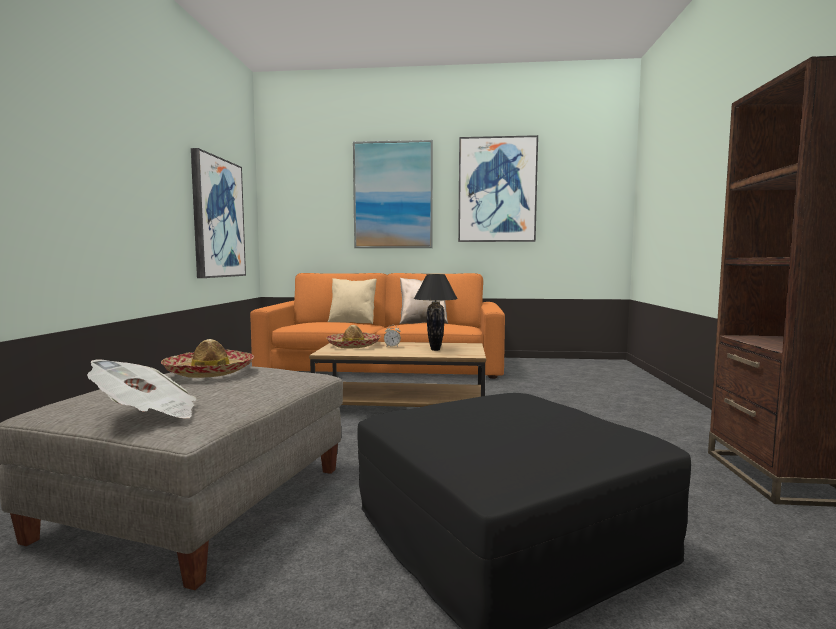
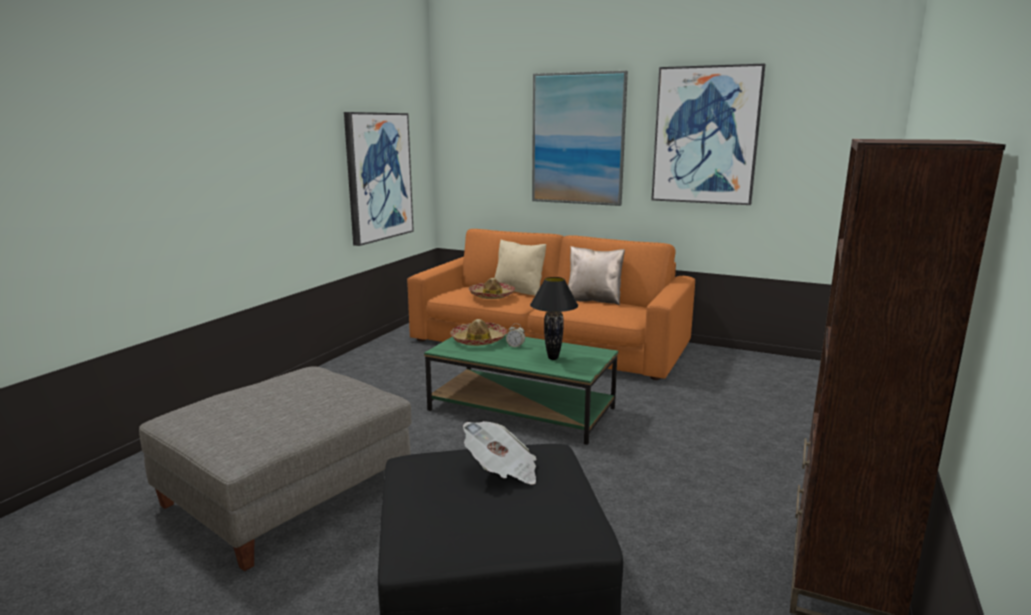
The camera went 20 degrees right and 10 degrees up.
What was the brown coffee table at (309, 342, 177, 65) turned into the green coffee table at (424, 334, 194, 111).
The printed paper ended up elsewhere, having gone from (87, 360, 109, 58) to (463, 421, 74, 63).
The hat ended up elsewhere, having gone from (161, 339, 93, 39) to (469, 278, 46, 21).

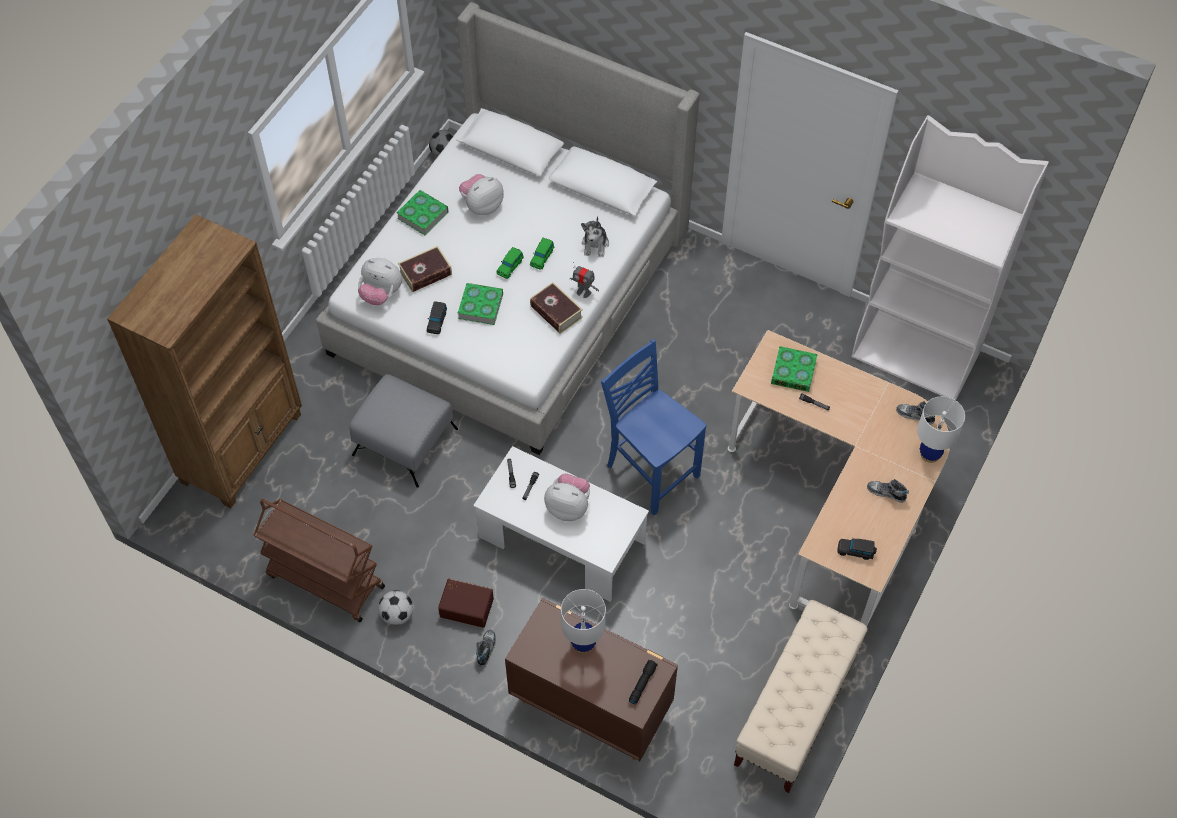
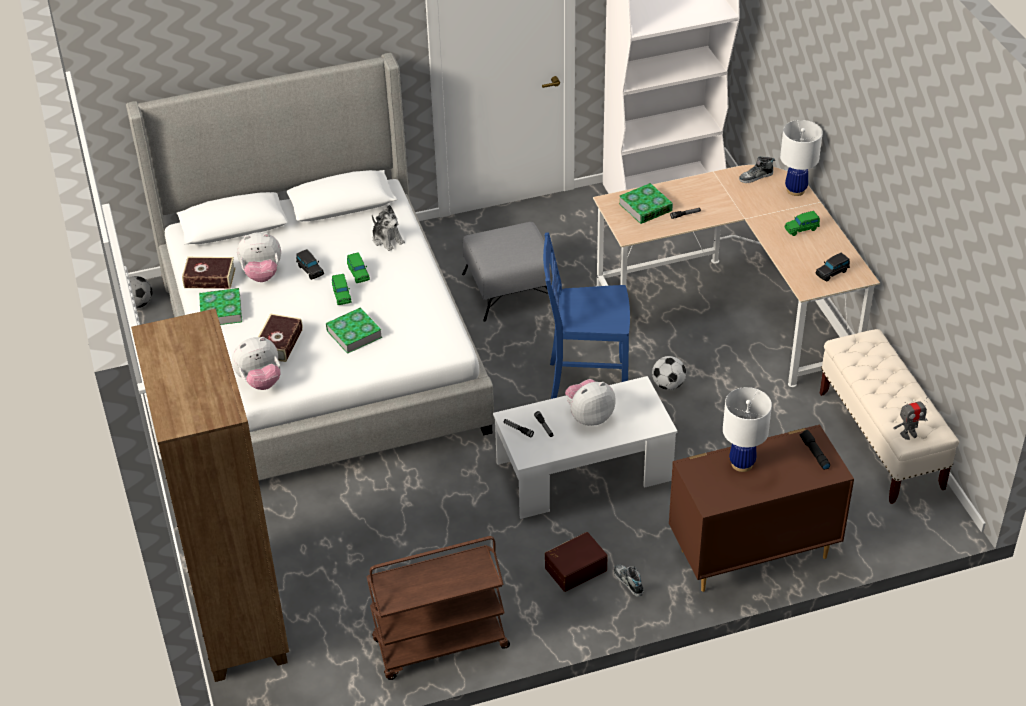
The camera went 45 degrees left and 15 degrees down.
The volume ended up elsewhere, having gone from (530, 282, 53, 52) to (182, 257, 54, 32).
The plush toy at (459, 174, 45, 41) ended up facing another way, 105 degrees counterclockwise from before.
The black-coloured miniature car ended up elsewhere, having gone from (427, 301, 20, 33) to (296, 249, 28, 31).
The gray pouffe ended up elsewhere, having gone from (349, 374, 109, 114) to (462, 222, 91, 100).
The football ended up elsewhere, having gone from (378, 590, 35, 35) to (652, 356, 34, 34).
Where the item of footwear stood at (867, 479, 42, 24), the green miniature car came to stand at (785, 211, 35, 25).
The robot figure ended up elsewhere, having gone from (570, 262, 29, 36) to (893, 397, 35, 43).

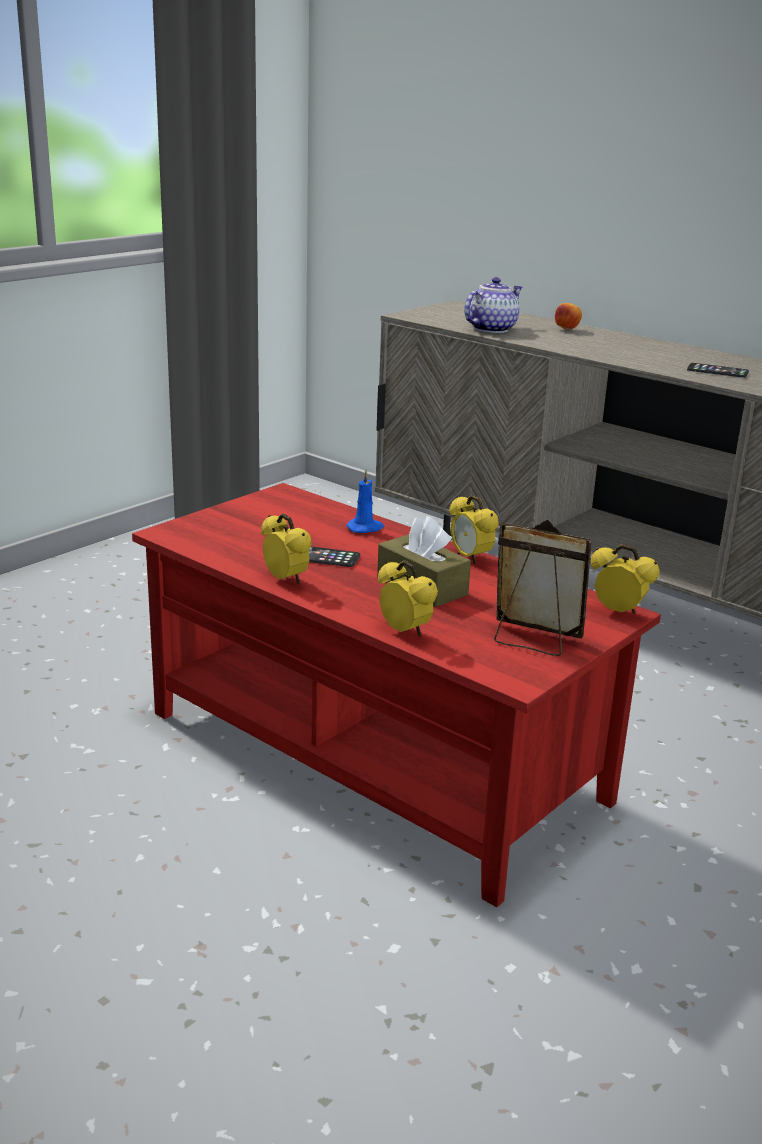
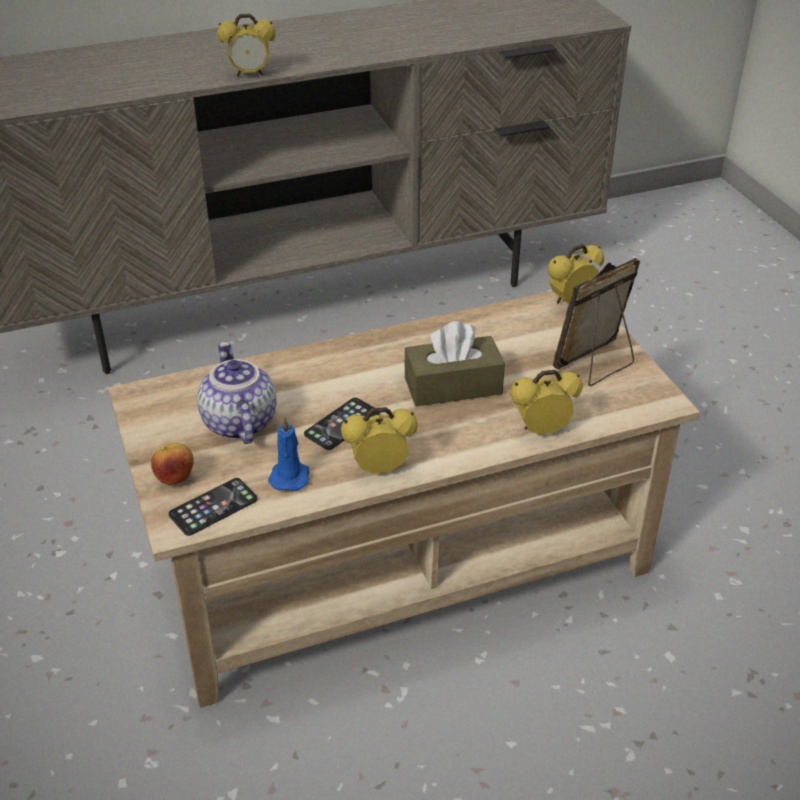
The camera went 60 degrees left and 15 degrees up.
What was the red coffee table at (132, 483, 529, 424) turned into the beige-coloured coffee table at (108, 291, 592, 417).
The whole apple ended up elsewhere, having gone from (555, 303, 27, 27) to (151, 443, 43, 42).
The phone ended up elsewhere, having gone from (687, 363, 62, 15) to (168, 478, 89, 58).
The tea pot ended up elsewhere, having gone from (464, 277, 59, 56) to (197, 341, 80, 103).
The bedside clock ended up elsewhere, having gone from (449, 495, 50, 69) to (217, 13, 59, 64).
The blue wax light ended up elsewhere, having gone from (347, 469, 37, 64) to (268, 417, 42, 74).

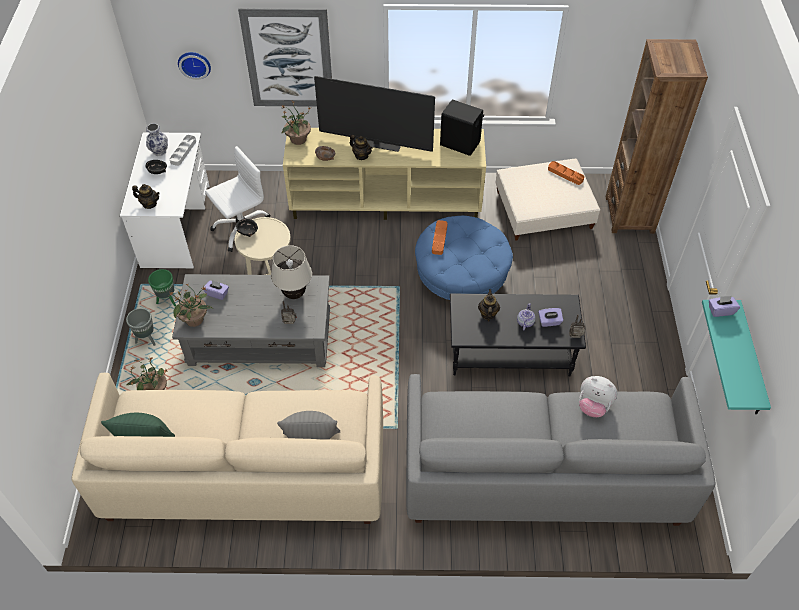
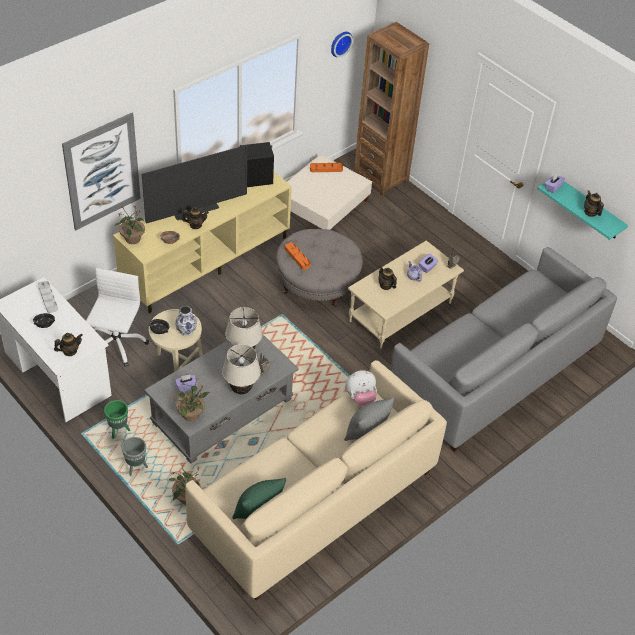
The camera went 45 degrees left and 5 degrees down.
The flower vase ended up elsewhere, having gone from (146, 123, 22, 33) to (176, 306, 20, 30).
The second view gained the beige-coloured lamp for a table at (222, 344, 39, 51).
What was the blue pouffe at (415, 215, 98, 85) turned into the gray pouffe at (276, 229, 87, 78).
The clock on the wall ended up elsewhere, having gone from (178, 52, 33, 28) to (331, 32, 22, 25).
The plush toy ended up elsewhere, having gone from (579, 376, 39, 41) to (345, 370, 32, 36).
What was the black-coloured coffee table at (450, 294, 136, 83) turned into the beige-coloured coffee table at (348, 240, 116, 109).
The second view gained the tea pot at (584, 190, 20, 27).

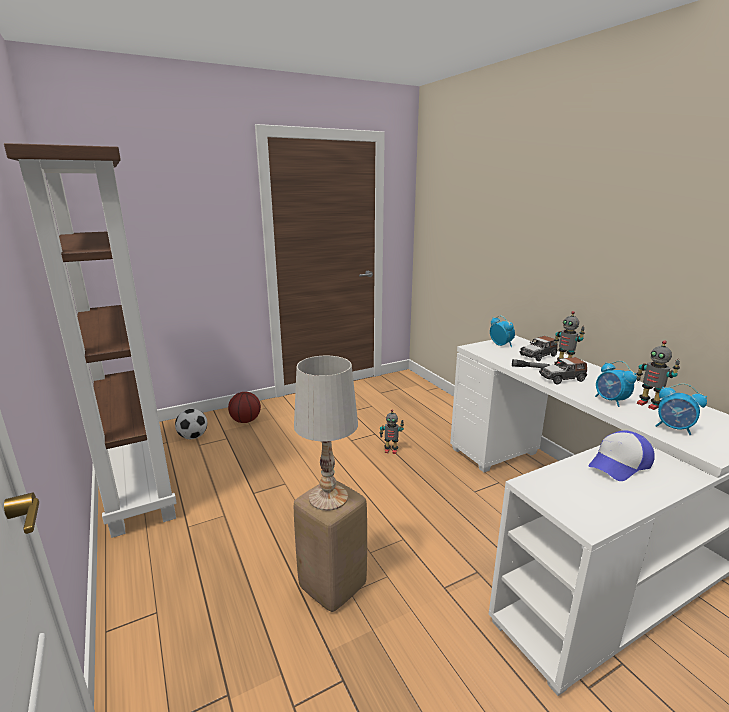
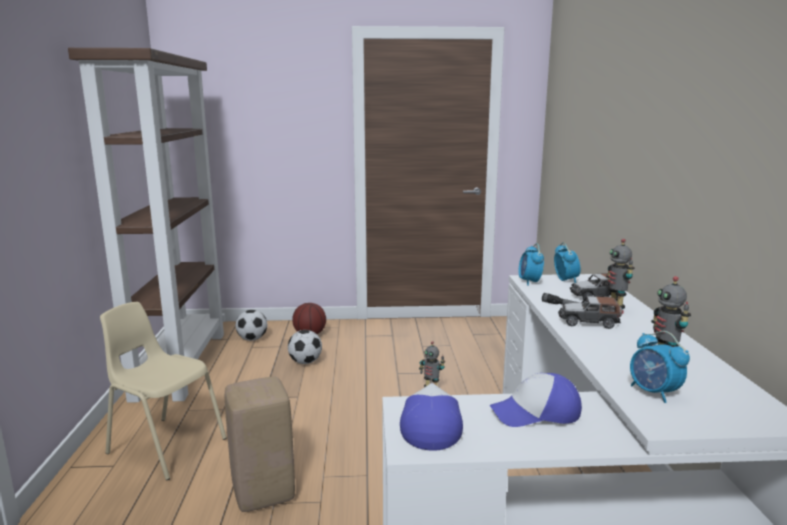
The camera went 25 degrees right and 5 degrees down.
The second view gained the beige-coloured chair at (100, 302, 127, 178).
The second view gained the football at (288, 330, 34, 34).
The second view gained the baseball cap at (400, 383, 63, 67).
The bedside clock ended up elsewhere, having gone from (595, 361, 42, 46) to (519, 243, 25, 43).
The second view lost the white-coloured lamp for a table at (294, 356, 64, 155).

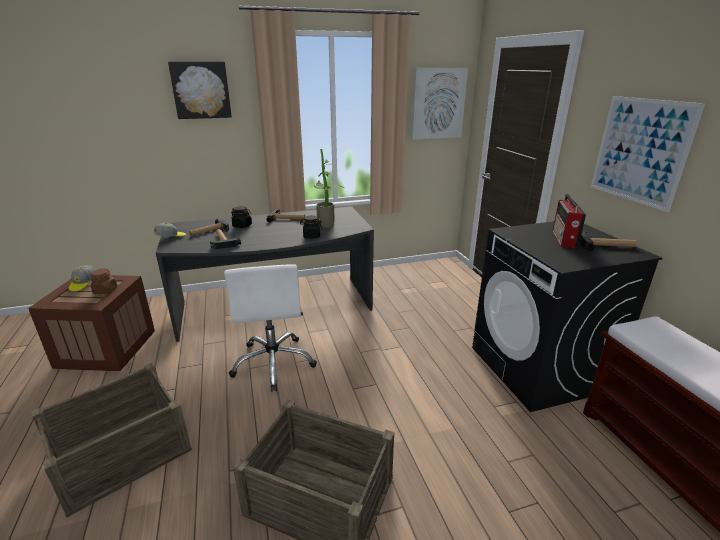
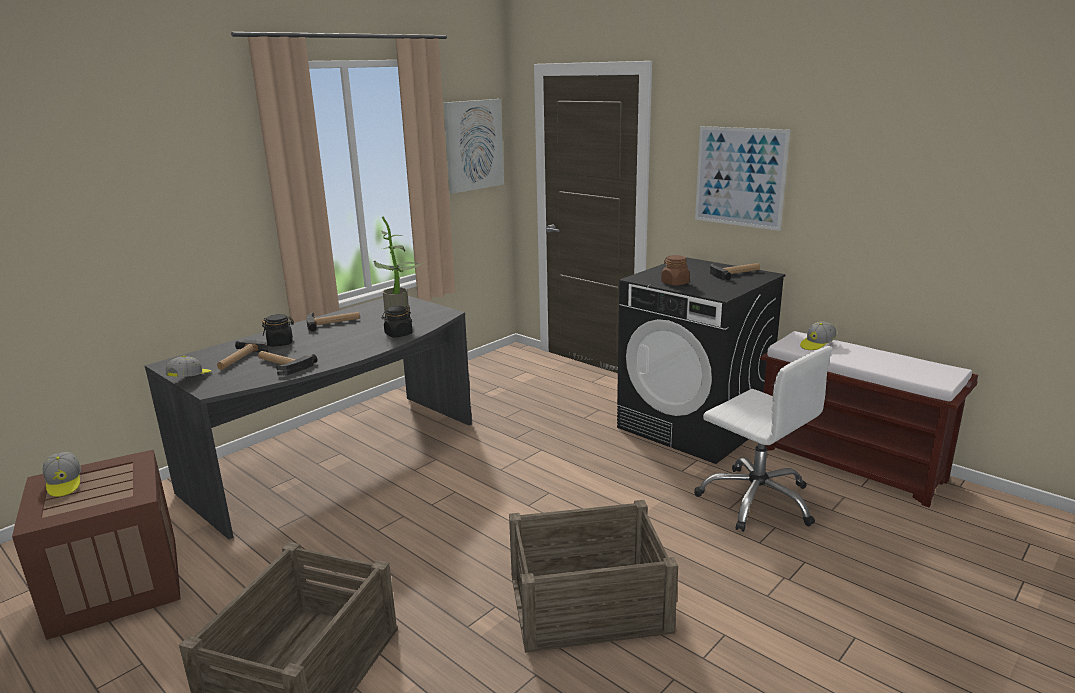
The camera went 30 degrees left and 5 degrees down.
The brown preserve jar ended up elsewhere, having gone from (91, 269, 26, 25) to (661, 255, 29, 31).
The white-coloured office chair ended up elsewhere, having gone from (224, 264, 93, 128) to (694, 346, 139, 186).
The second view gained the baseball cap at (800, 321, 37, 29).
The second view lost the picture at (168, 62, 64, 57).
The second view lost the radio set at (552, 194, 34, 54).

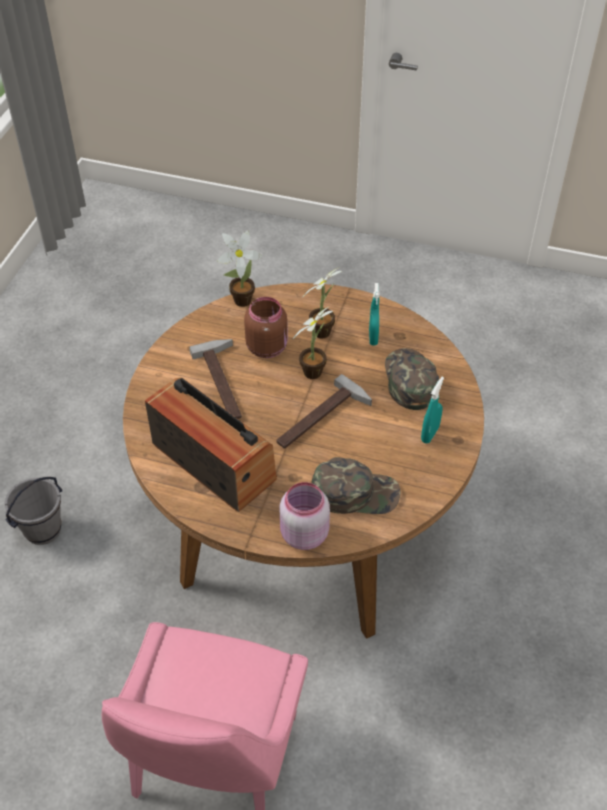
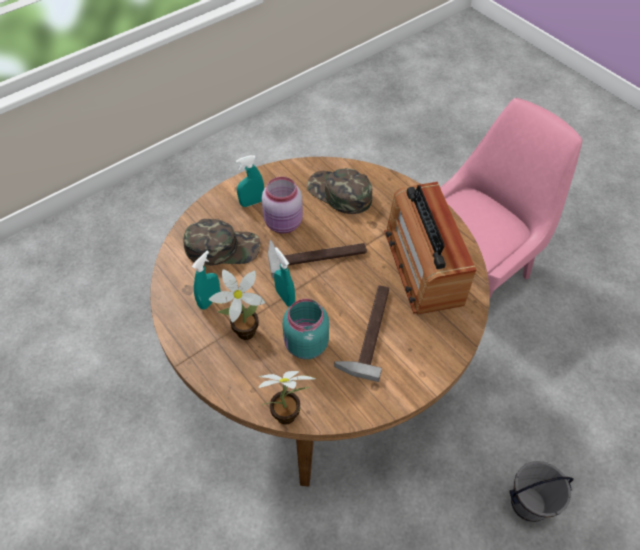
The camera went 145 degrees left and 5 degrees up.
The green baseball cap at (385, 348, 54, 62) ended up facing another way, 120 degrees counterclockwise from before.
The pinkish preserve jar ended up elsewhere, having gone from (280, 482, 50, 68) to (262, 177, 41, 57).
Where the potted plant stood at (292, 307, 41, 72), the turquoise sprayer came to stand at (274, 247, 21, 60).
What was the brown preserve jar at (244, 297, 44, 61) turned into the turquoise preserve jar at (283, 299, 46, 60).

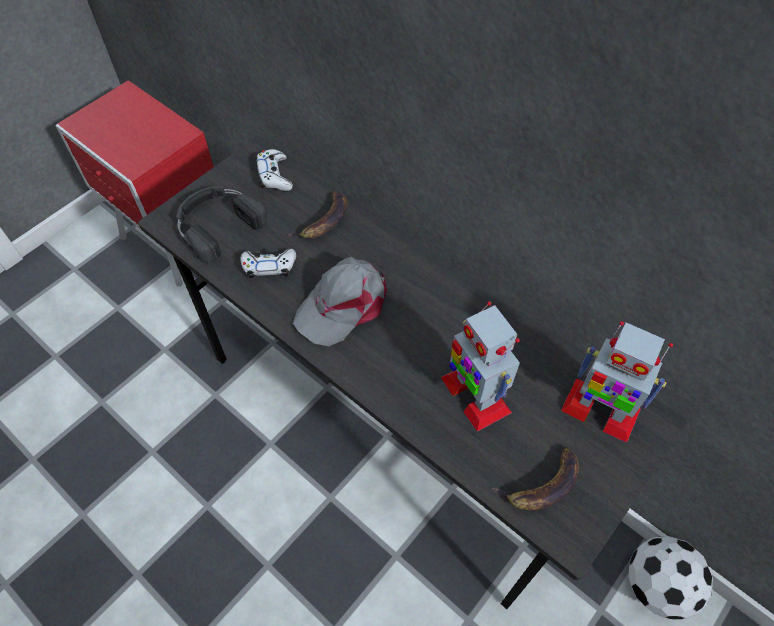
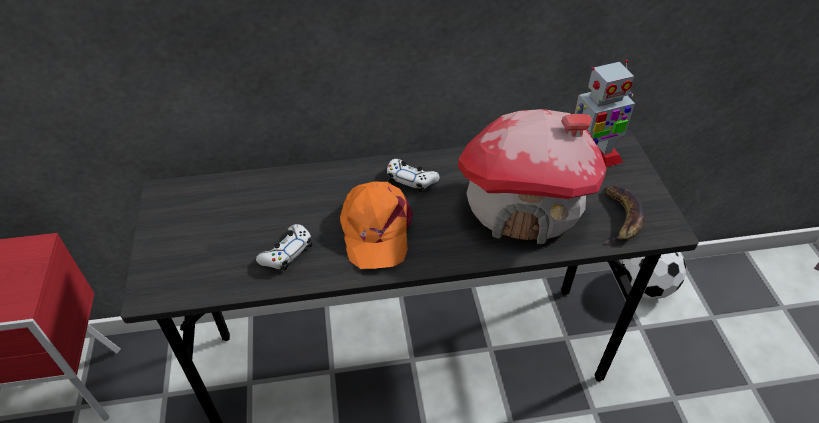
The camera went 50 degrees left and 10 degrees down.
What was the gray baseball cap at (293, 257, 94, 89) turned into the orange baseball cap at (340, 181, 73, 88).
The white-coloured game controller ended up elsewhere, having gone from (256, 149, 37, 42) to (387, 159, 53, 34).
Where the robot figure stood at (441, 301, 79, 131), the toy house came to stand at (458, 109, 148, 135).
The second view lost the black-coloured headphones at (176, 186, 91, 77).
The second view lost the banana at (287, 191, 60, 48).

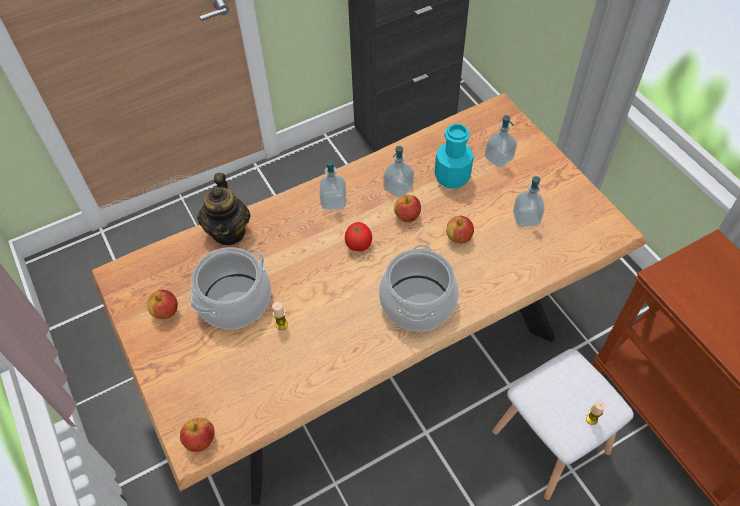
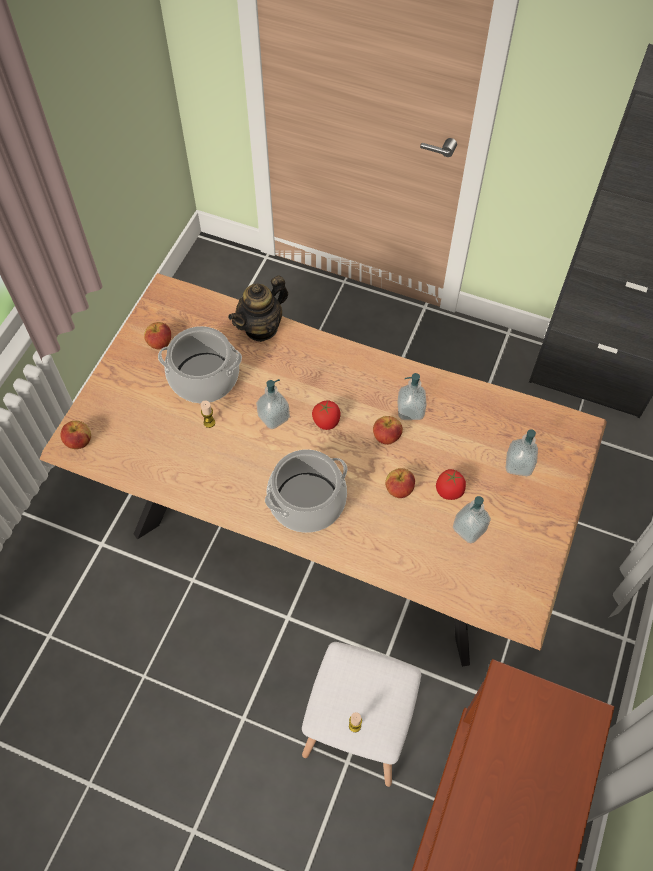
The camera went 50 degrees right and 5 degrees up.
The soap bottle ended up elsewhere, having gone from (319, 157, 27, 53) to (256, 379, 34, 50).
The second view gained the fresh tomato at (436, 469, 30, 31).
The second view lost the turquoise drink bottle at (435, 124, 39, 64).

